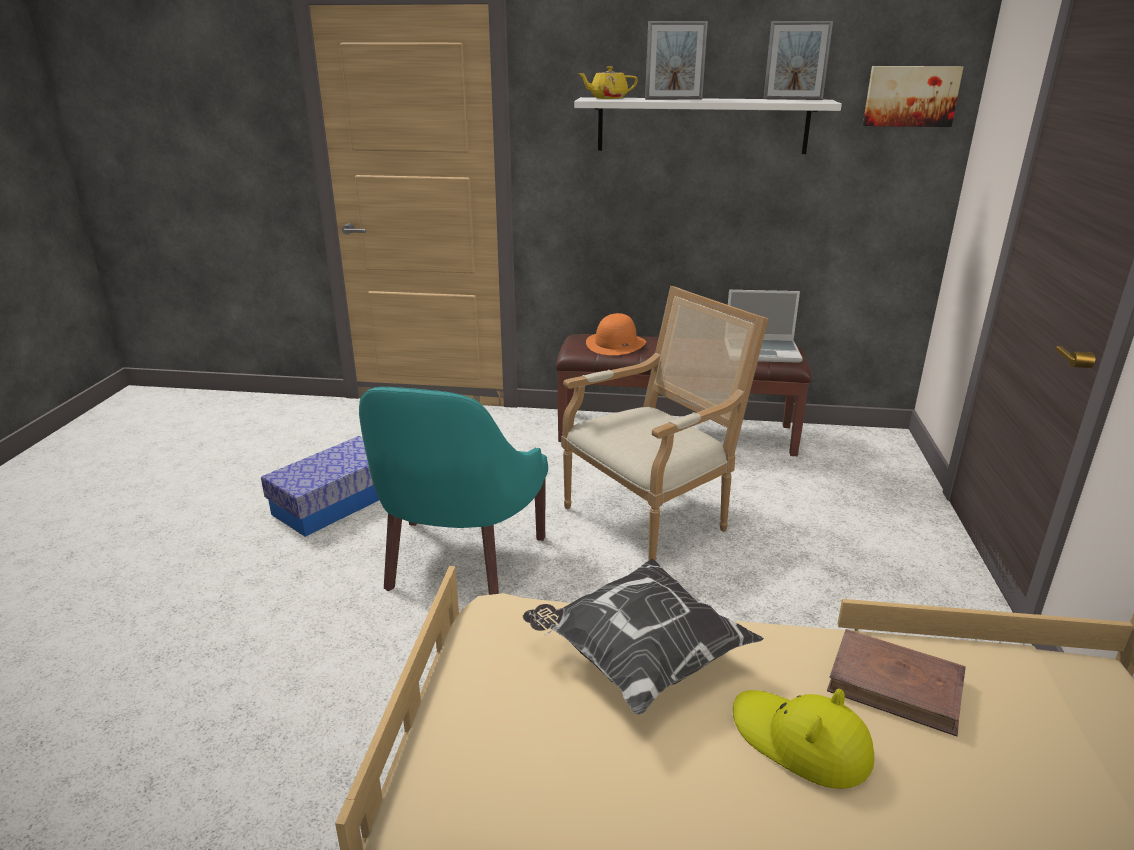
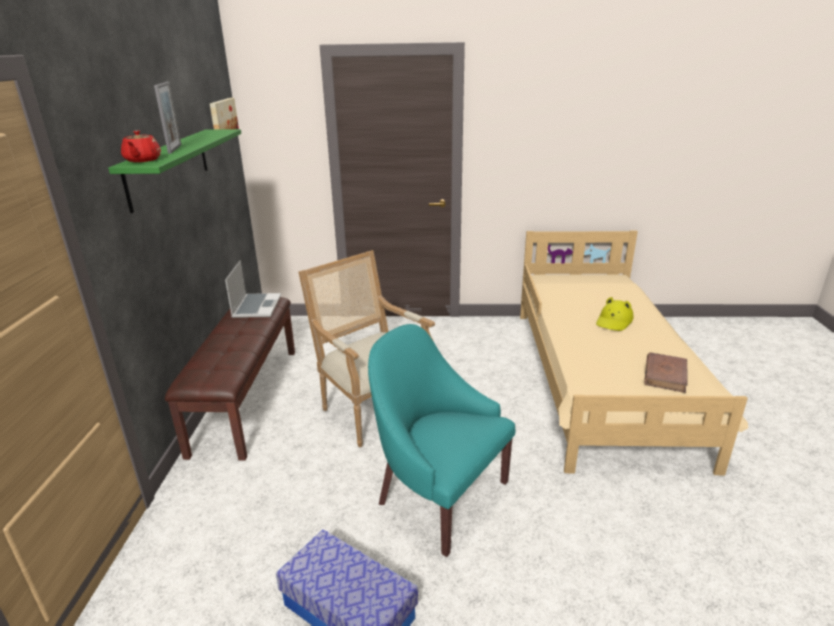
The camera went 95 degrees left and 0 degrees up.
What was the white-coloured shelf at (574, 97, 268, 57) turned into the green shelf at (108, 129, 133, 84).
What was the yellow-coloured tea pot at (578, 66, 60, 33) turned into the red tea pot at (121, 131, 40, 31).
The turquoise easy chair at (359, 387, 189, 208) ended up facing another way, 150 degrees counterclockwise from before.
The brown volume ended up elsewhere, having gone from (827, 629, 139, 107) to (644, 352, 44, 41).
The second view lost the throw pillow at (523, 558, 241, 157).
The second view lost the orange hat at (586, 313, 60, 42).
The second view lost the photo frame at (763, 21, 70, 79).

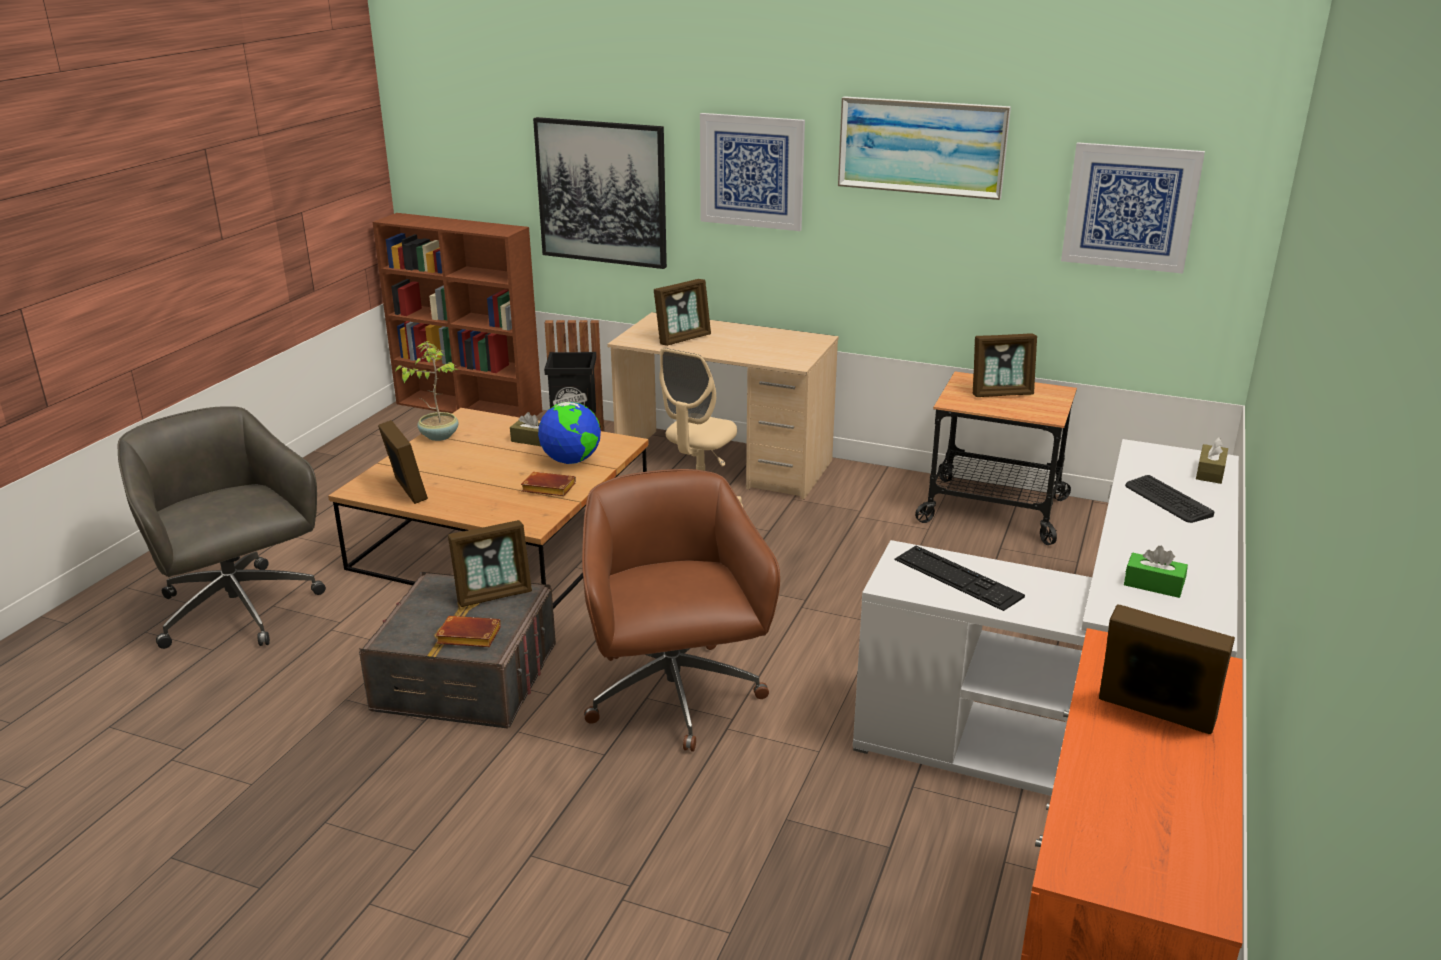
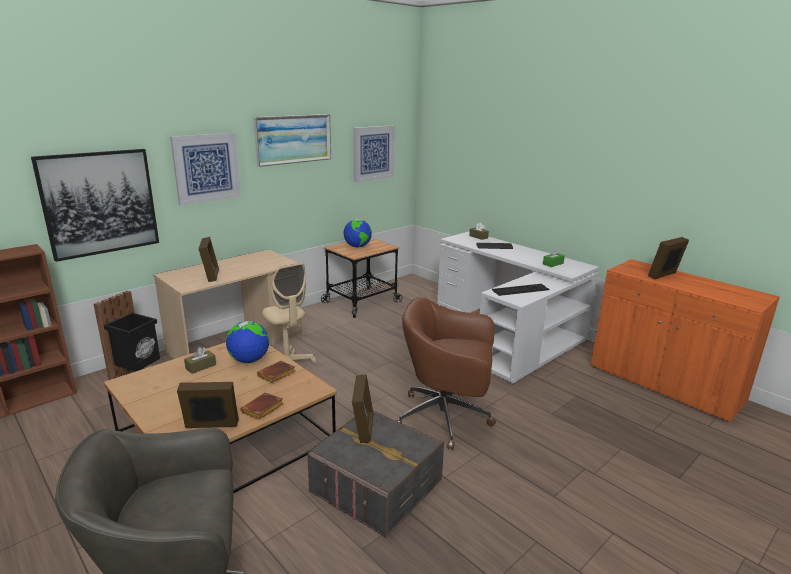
The camera went 65 degrees left and 5 degrees down.
The brown volume ended up elsewhere, having gone from (436, 616, 65, 31) to (240, 392, 44, 28).
Where the photo frame stood at (973, 333, 64, 64), the desk globe came to stand at (343, 219, 29, 29).
The second view lost the potted plant at (395, 341, 64, 100).

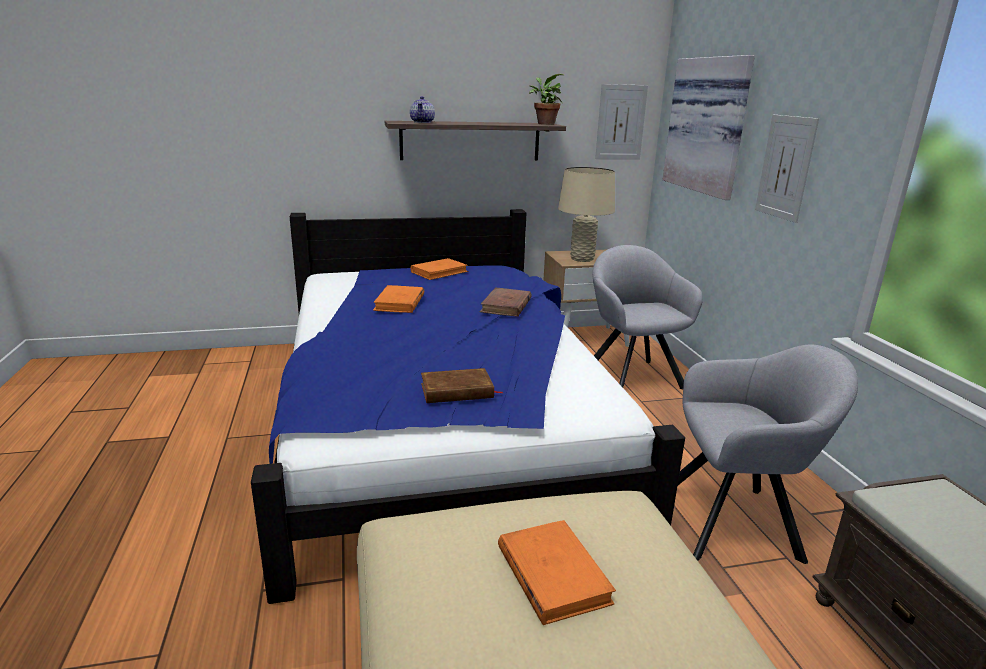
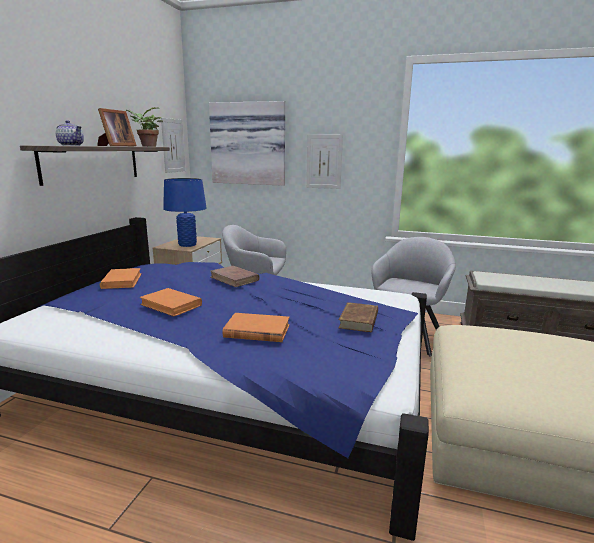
The camera went 60 degrees left and 5 degrees down.
The second view gained the photo frame at (97, 108, 40, 38).
What was the beige-coloured lamp for a table at (558, 167, 57, 95) turned into the blue lamp for a table at (163, 178, 44, 69).
The orange volume ended up elsewhere, having gone from (498, 520, 118, 105) to (222, 313, 68, 29).

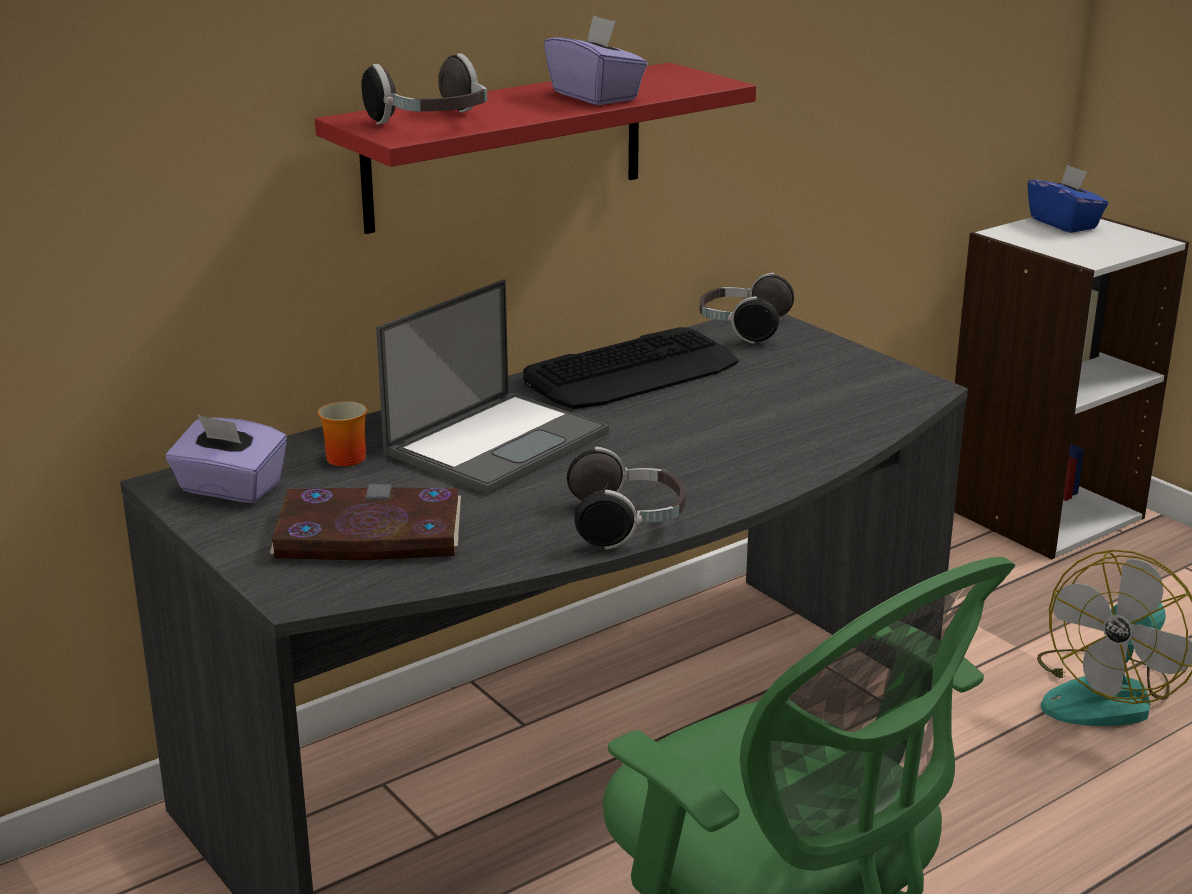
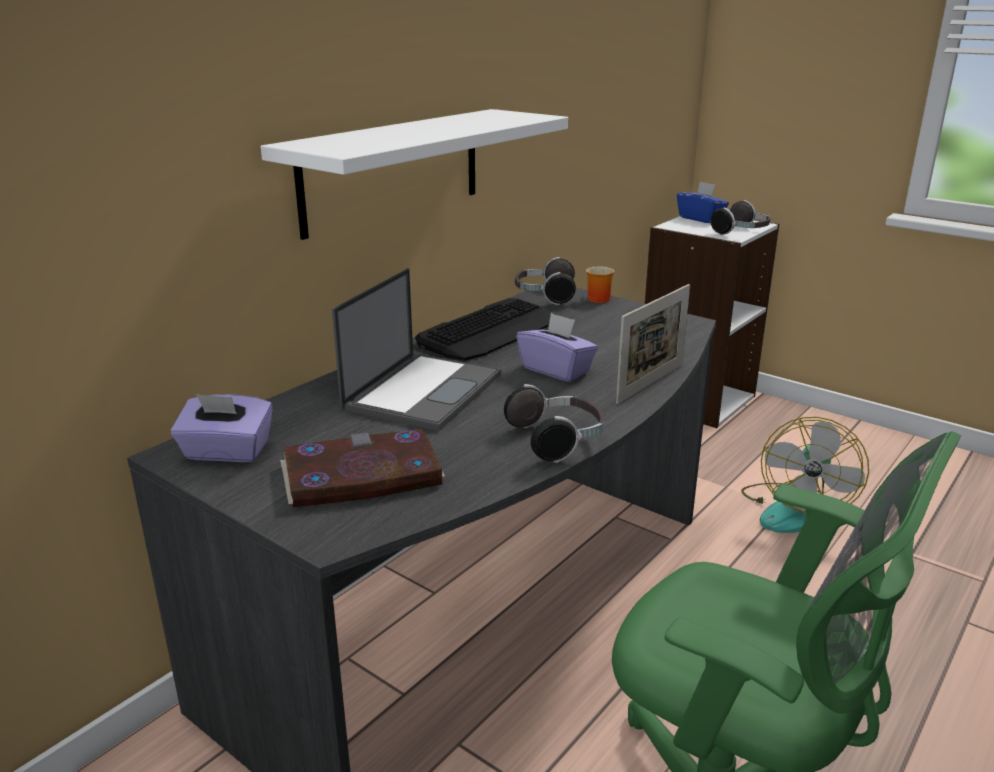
The camera went 15 degrees left and 0 degrees up.
What was the red shelf at (315, 63, 441, 171) turned into the white-coloured shelf at (261, 109, 307, 131).
The purple box of tissues ended up elsewhere, having gone from (544, 15, 104, 90) to (516, 313, 82, 69).
The mug ended up elsewhere, having gone from (318, 401, 50, 65) to (586, 267, 28, 36).
The second view gained the photo frame at (616, 284, 74, 120).
The headphones ended up elsewhere, having gone from (361, 53, 126, 71) to (710, 200, 61, 35).

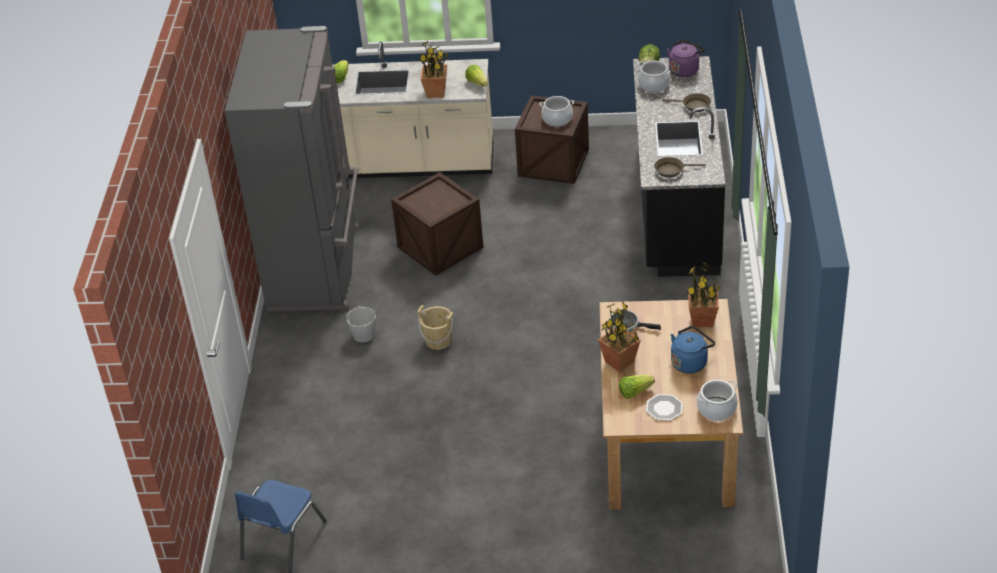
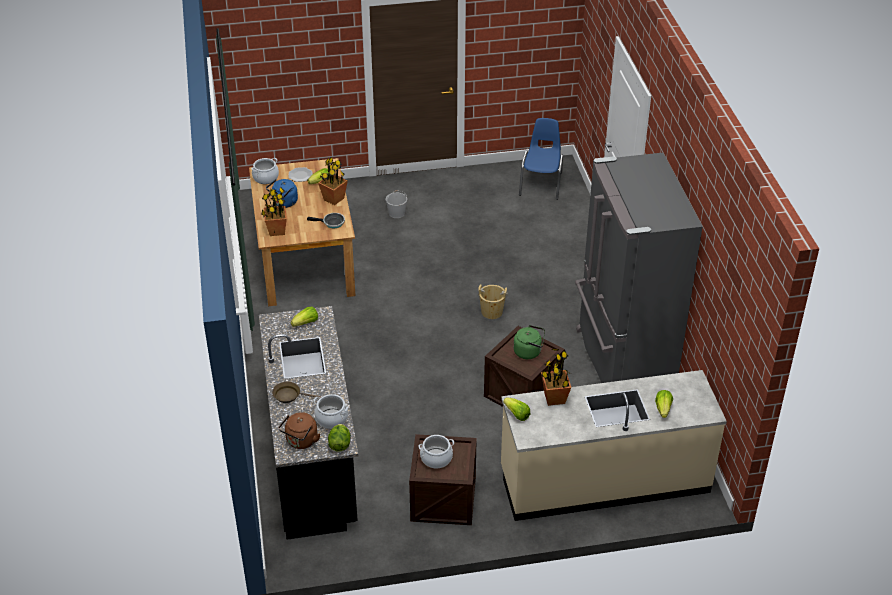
The camera went 165 degrees right and 0 degrees up.
What was the purple kettle at (667, 40, 38, 37) turned into the brown kettle at (278, 412, 42, 37).
Where the brown frying pan stood at (654, 157, 52, 21), the lettuce head came to stand at (291, 307, 27, 20).
The white-coloured water bucket ended up elsewhere, having gone from (346, 306, 30, 36) to (386, 190, 21, 28).
The second view gained the green kettle at (513, 325, 32, 34).

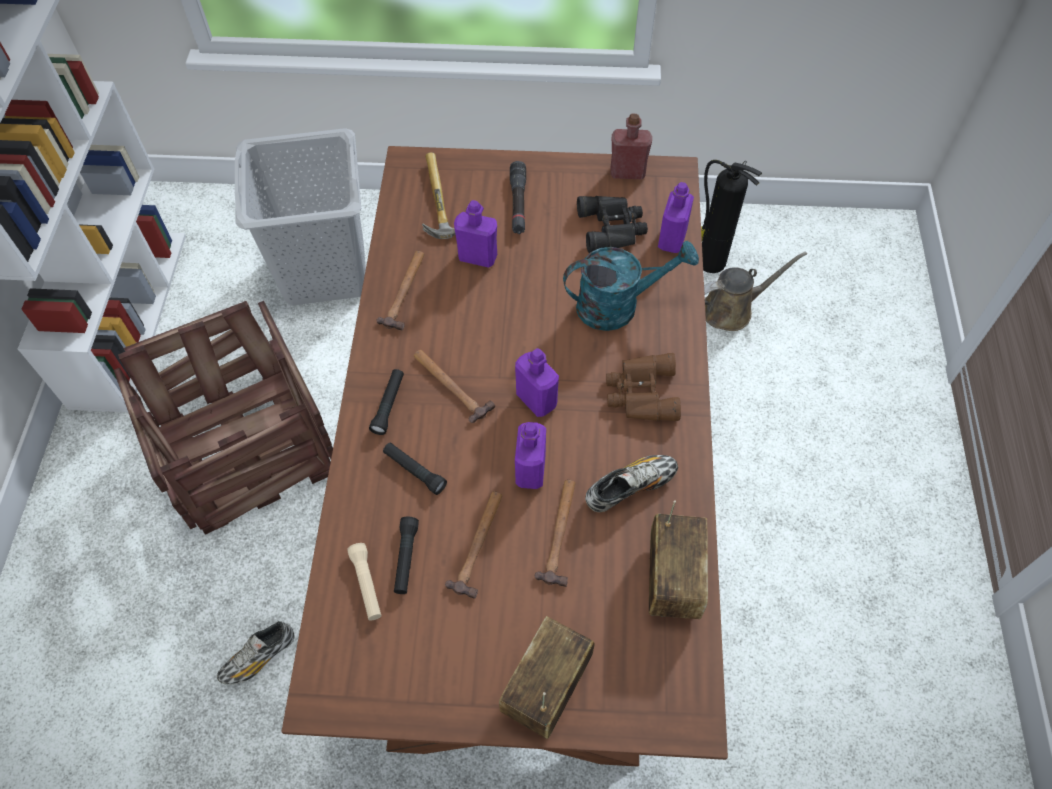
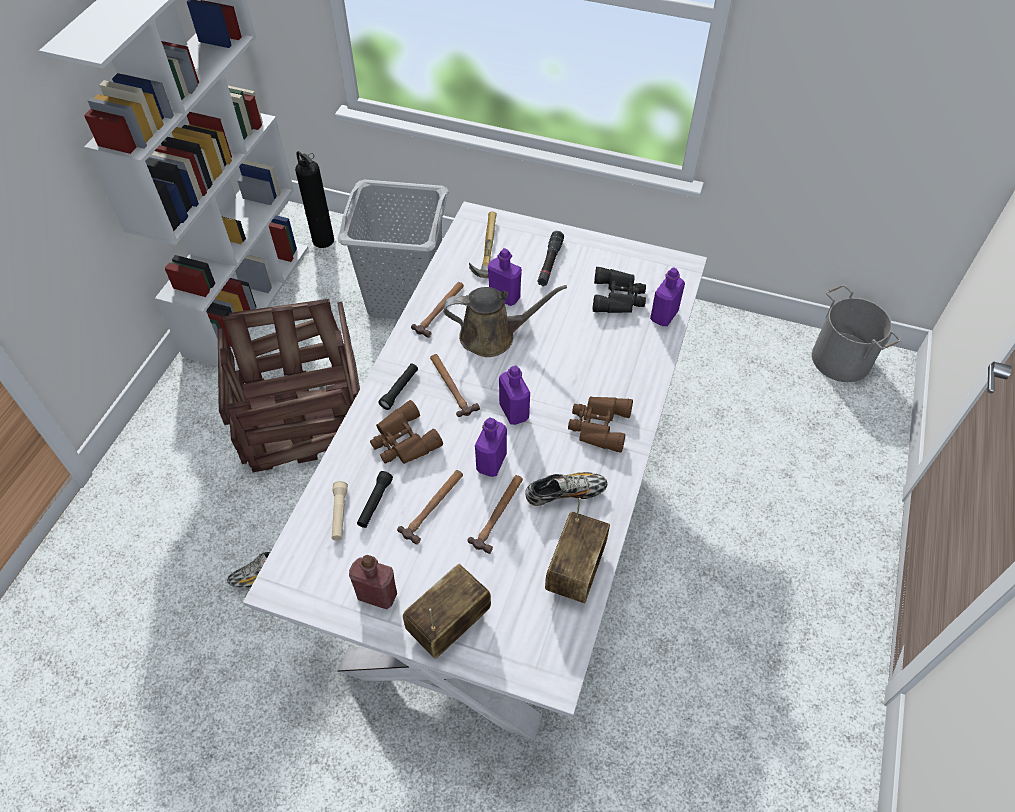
The camera went 15 degrees right and 5 degrees down.
What was the brown kitchen table at (281, 146, 447, 621) turned into the white-coloured kitchen table at (243, 201, 464, 539).
The fire extinguisher ended up elsewhere, having gone from (701, 160, 61, 113) to (295, 151, 39, 97).
The red drink bottle ended up elsewhere, having gone from (611, 114, 41, 65) to (349, 555, 48, 55).
Where the black-coloured flashlight stood at (383, 442, 64, 53), the brown binoculars came to stand at (370, 400, 73, 64).
The brown watering can ended up elsewhere, having gone from (704, 251, 103, 80) to (444, 285, 123, 72).
The second view gained the gray water bucket at (812, 285, 89, 97).
The second view lost the turquoise watering can at (563, 241, 136, 90).

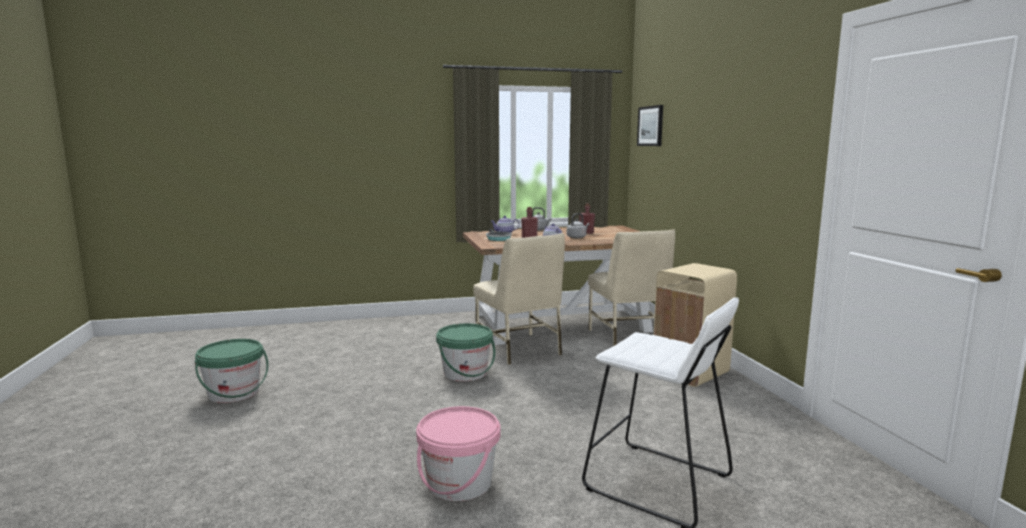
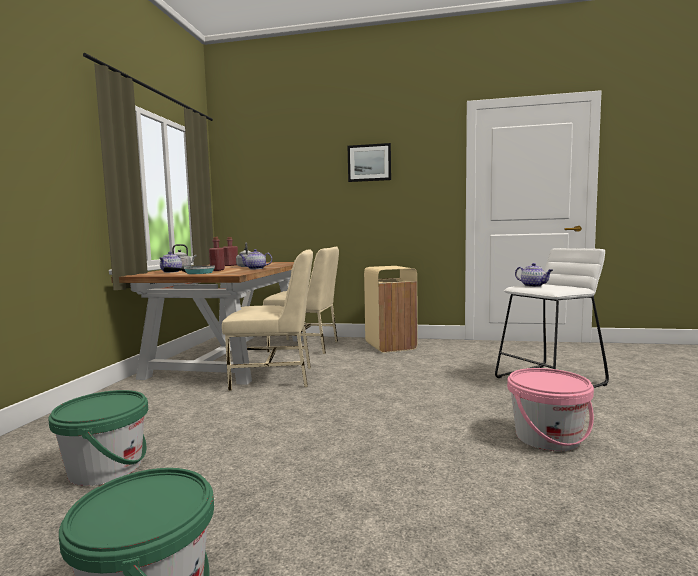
The camera went 65 degrees left and 5 degrees down.
The green water bucket ended up elsewhere, having gone from (436, 324, 59, 57) to (48, 390, 100, 96).
The picture ended up elsewhere, having gone from (637, 105, 26, 41) to (348, 143, 43, 39).
The second view gained the tea pot at (515, 263, 38, 24).

